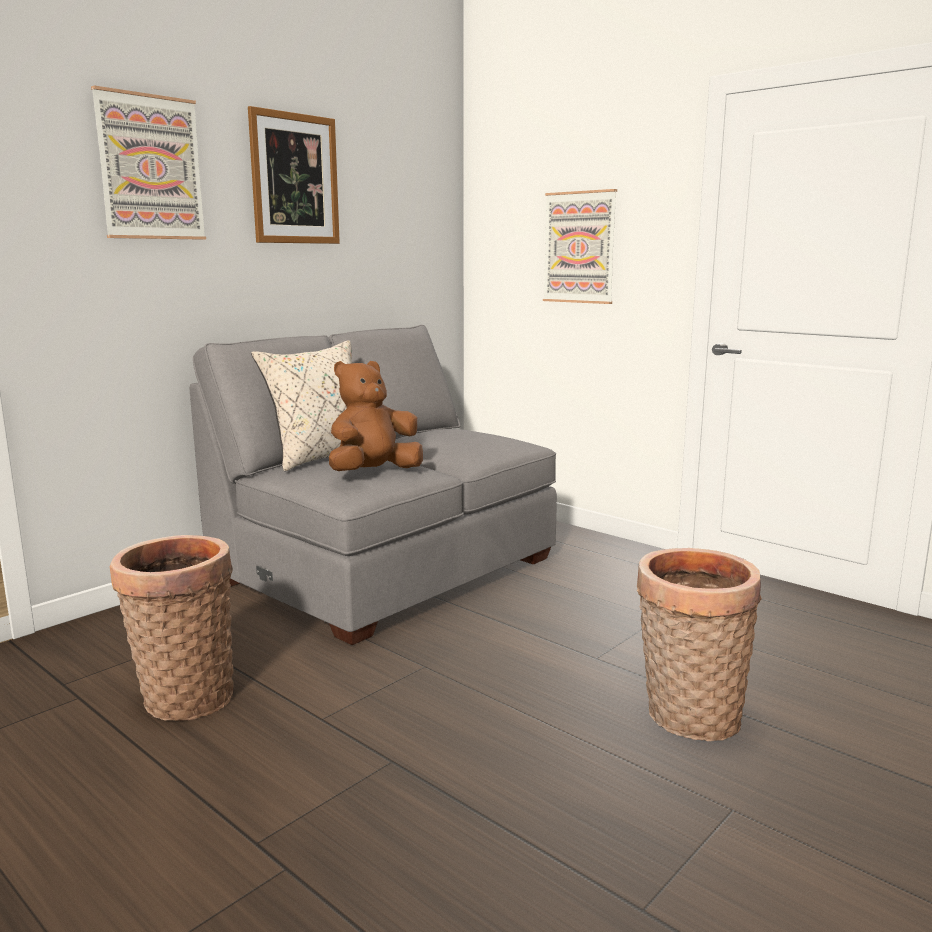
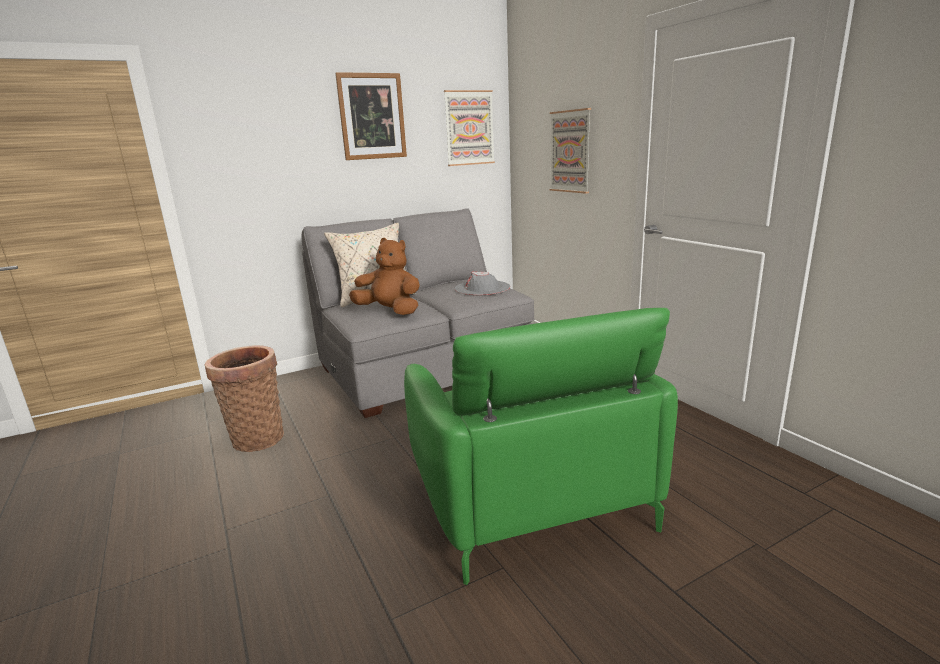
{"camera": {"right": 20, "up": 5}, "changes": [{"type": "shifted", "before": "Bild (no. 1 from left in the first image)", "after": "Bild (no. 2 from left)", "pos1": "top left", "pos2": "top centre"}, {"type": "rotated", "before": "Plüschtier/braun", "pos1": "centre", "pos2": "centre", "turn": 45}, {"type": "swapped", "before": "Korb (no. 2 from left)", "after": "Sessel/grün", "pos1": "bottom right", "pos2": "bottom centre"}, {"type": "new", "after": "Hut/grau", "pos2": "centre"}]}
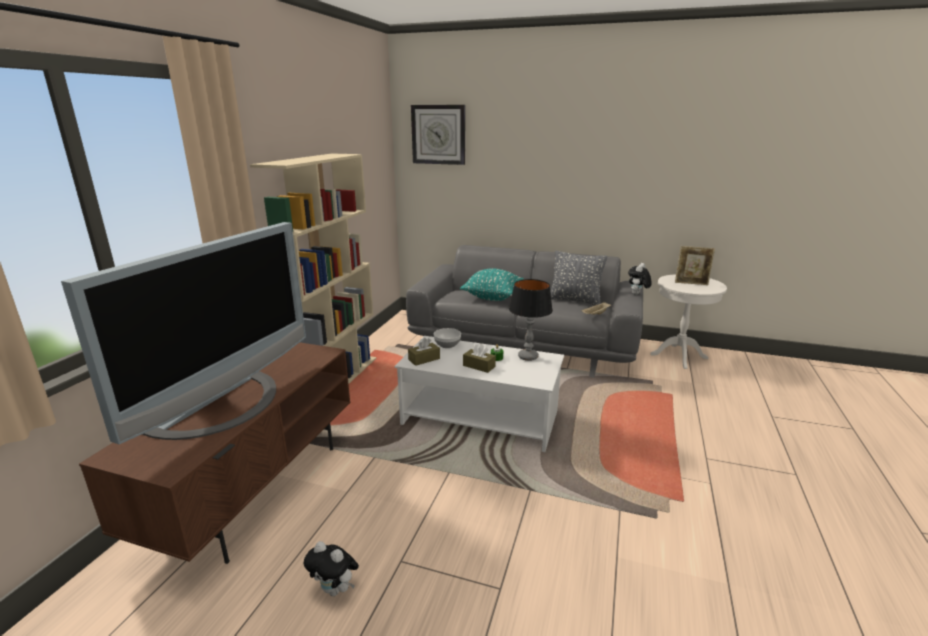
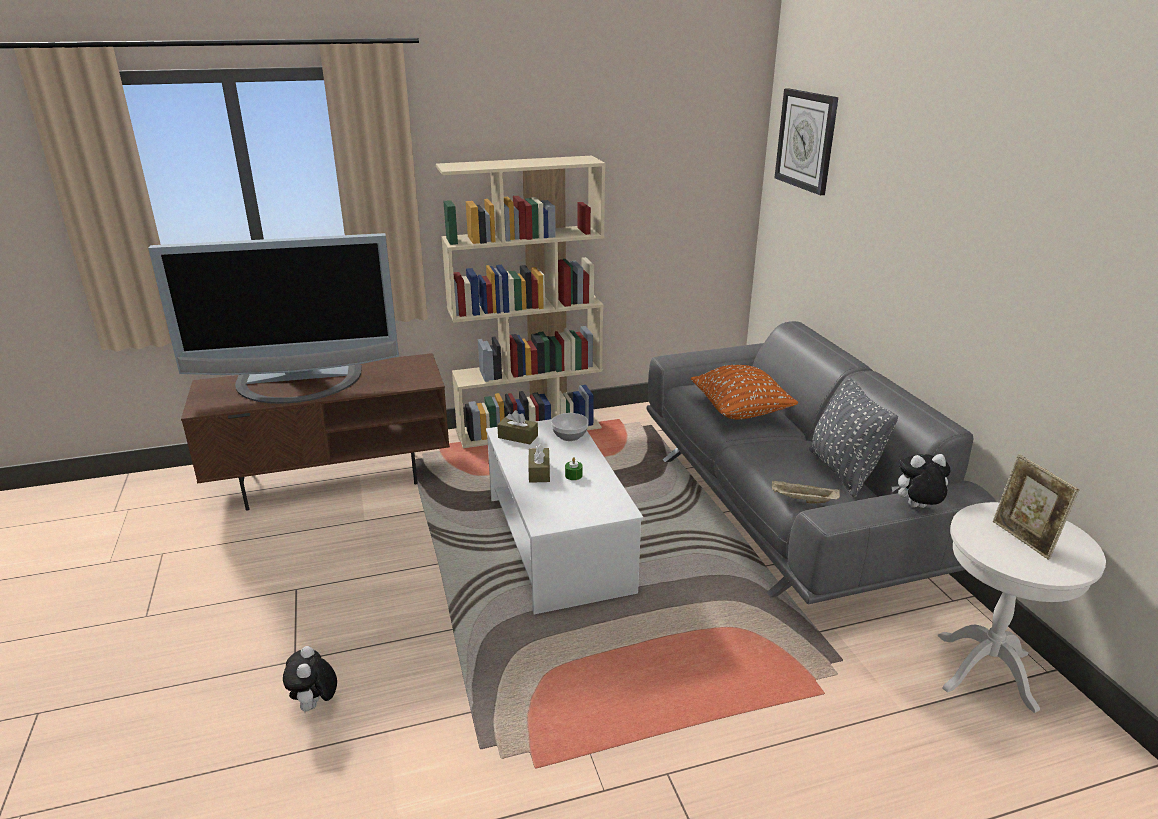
{"camera": {"right": 55, "up": 5}, "changes": [{"type": "repainted", "before": "Kissen/türkis", "after": "Kissen/orange", "pos1": "centre", "pos2": "centre"}, {"type": "gone", "before": "Tischlampe", "pos1": "centre"}, {"type": "shifted", "before": "Plüschtier (no. 1 from left)", "pos1": "bottom centre", "pos2": "bottom left"}]}
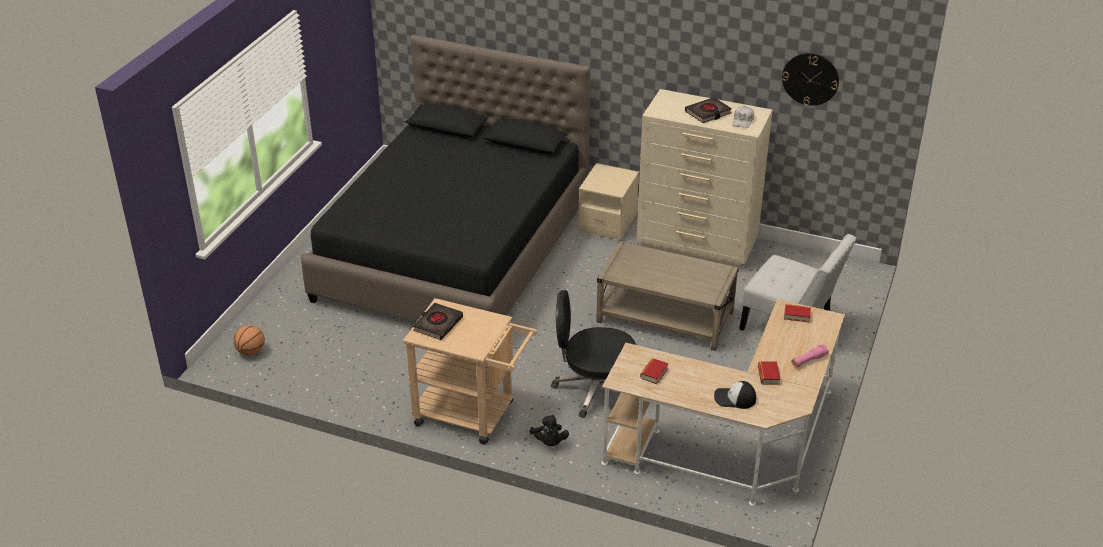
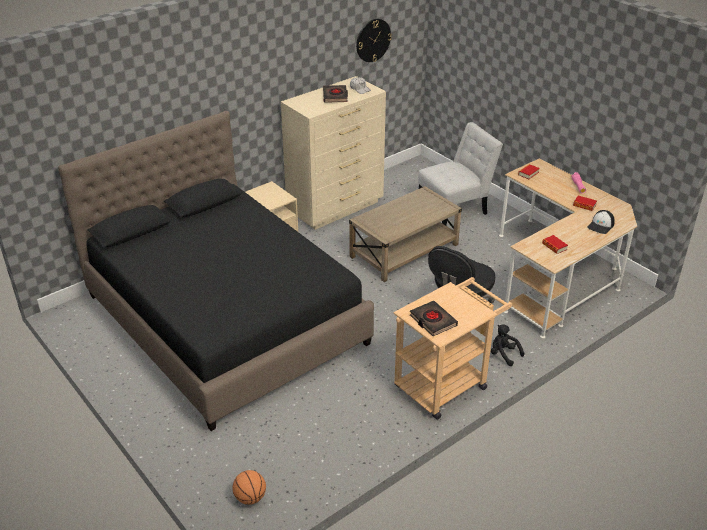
{"camera": {"right": -60, "up": 0}, "changes": [{"type": "rotated", "before": "Plüschtier/schwarz", "pos1": "bottom centre", "pos2": "middle right", "turn": -150}]}
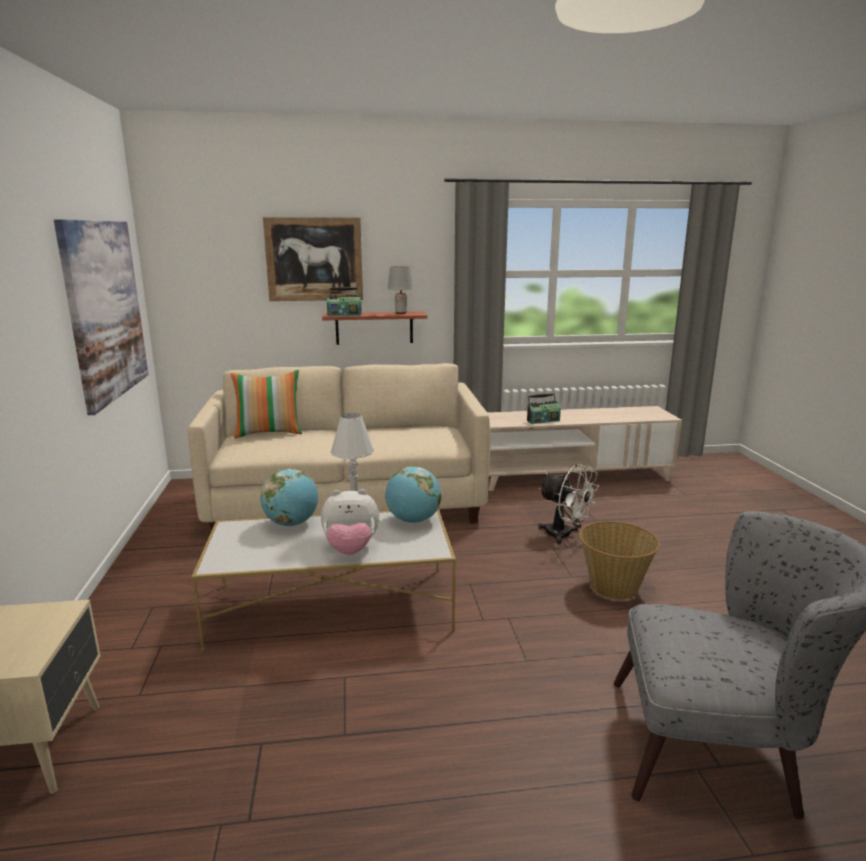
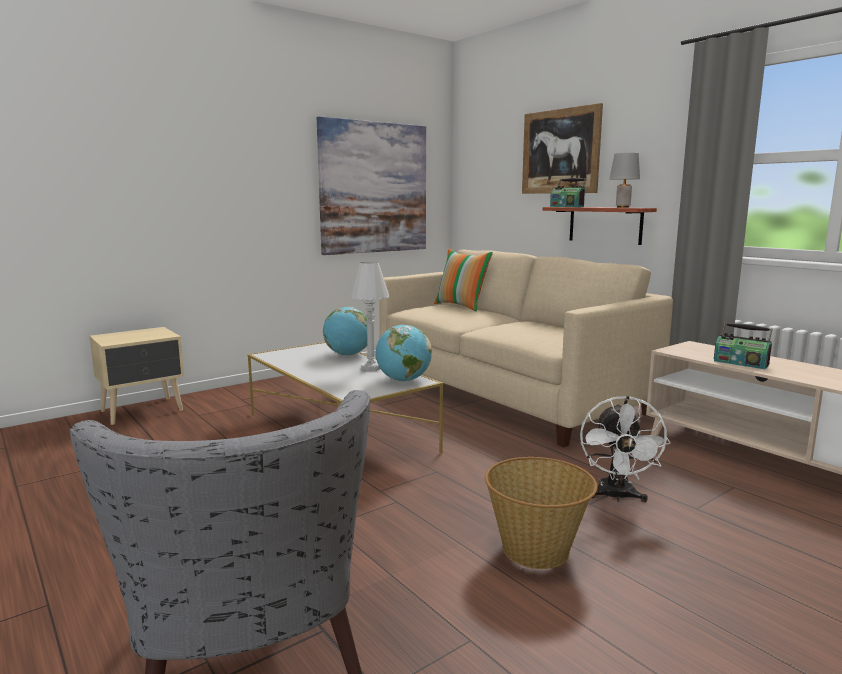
{"camera": {"right": 60, "up": -5}, "changes": [{"type": "gone", "before": "Plüschtier", "pos1": "centre"}]}
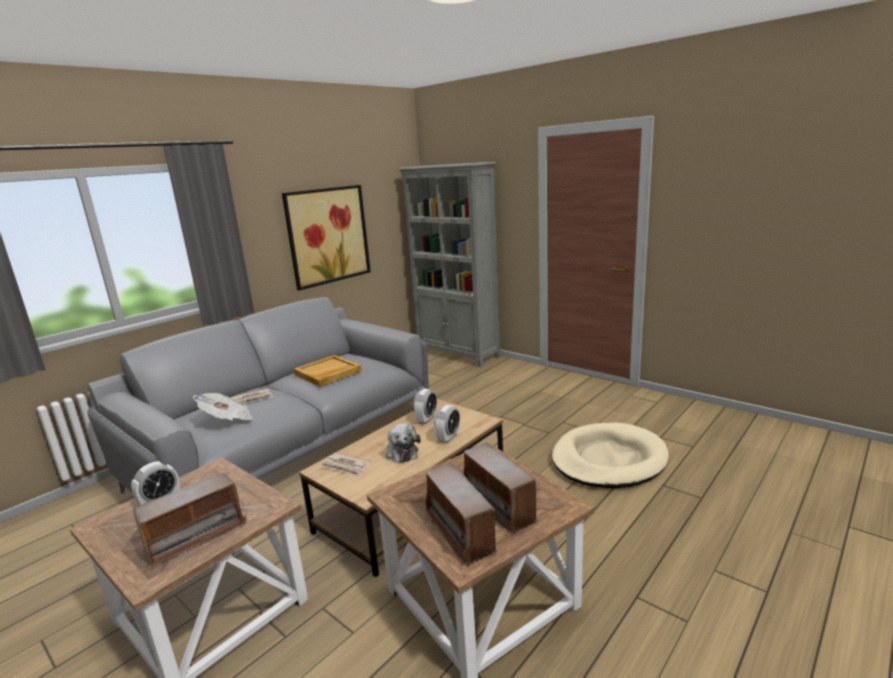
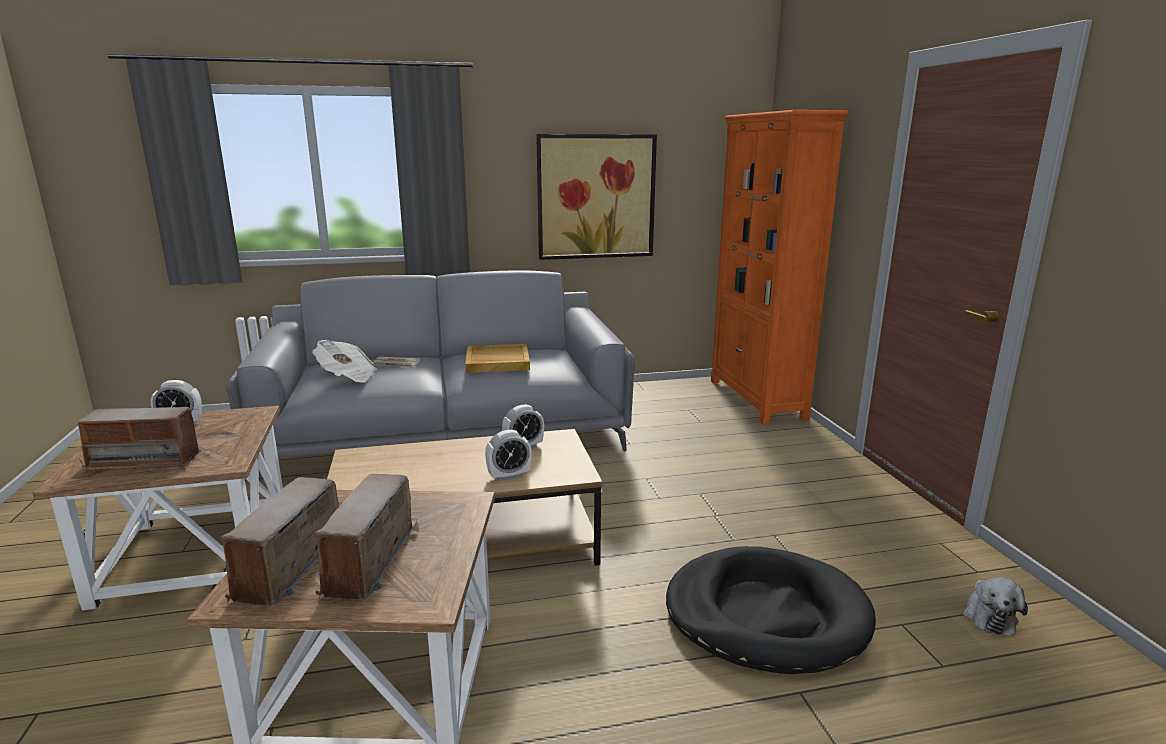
{"camera": {"right": 35, "up": 0}, "changes": [{"type": "repainted", "before": "Bücherregal/grau", "after": "Bücherregal/orange", "pos1": "centre", "pos2": "middle right"}, {"type": "shifted", "before": "Plüschtier", "pos1": "centre", "pos2": "bottom right"}, {"type": "repainted", "before": "Hundebett/beige", "after": "Hundebett/schwarz", "pos1": "bottom right", "pos2": "bottom centre"}, {"type": "gone", "before": "Zeitung (no. 3 from left)", "pos1": "bottom centre"}]}
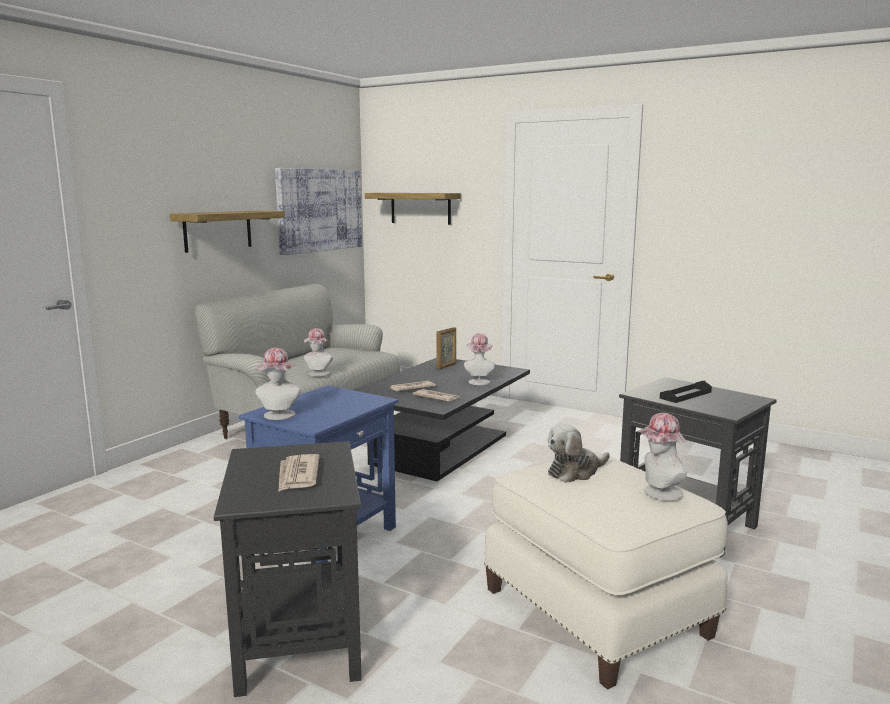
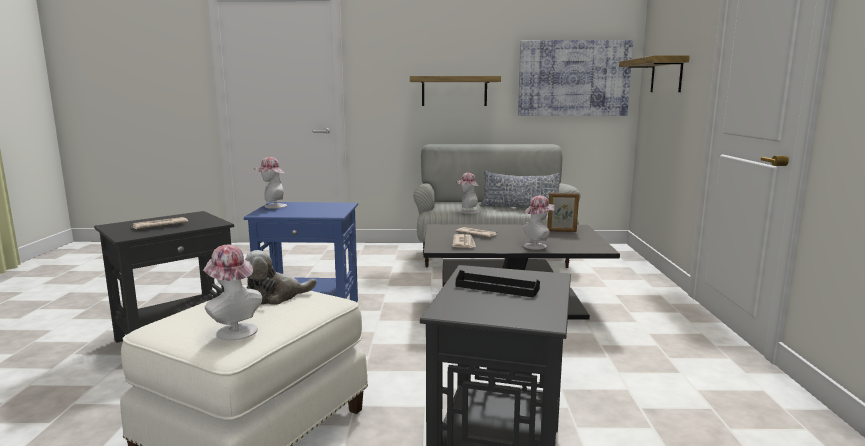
{"camera": {"right": 60, "up": 0}, "changes": [{"type": "rotated", "before": "Plüschtier", "pos1": "centre", "pos2": "middle left", "turn": -60}, {"type": "new", "after": "Kissen", "pos2": "centre"}]}
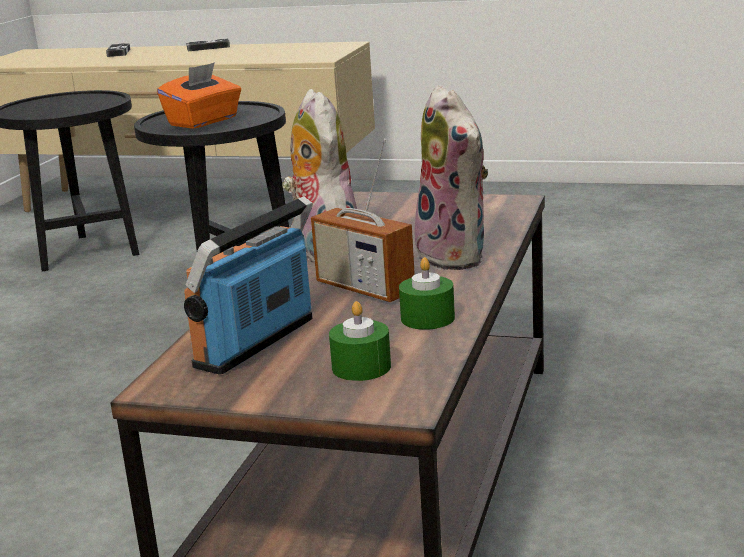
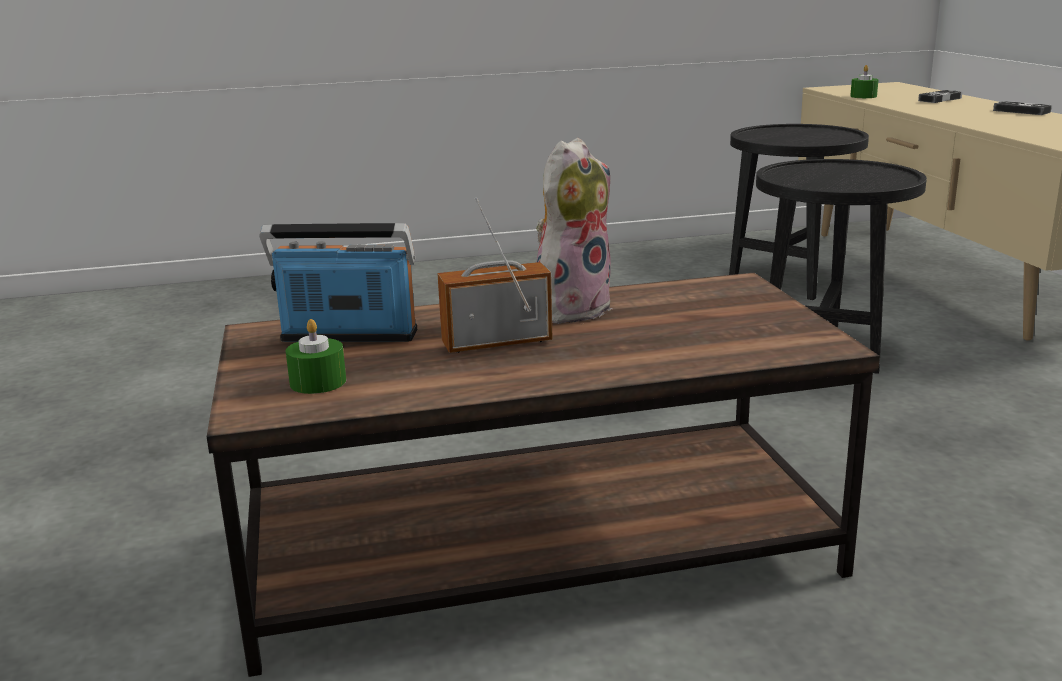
{"camera": {"right": 60, "up": 0}, "changes": [{"type": "gone", "before": "Taschentuchbox/orange", "pos1": "top left"}, {"type": "gone", "before": "Plüschtier (no. 2 from left)", "pos1": "top centre"}, {"type": "rotated", "before": "Radio (no. 2 from left)", "pos1": "centre", "pos2": "centre", "turn": 60}, {"type": "shifted", "before": "Kerze/grün (no. 2 from left)", "pos1": "centre", "pos2": "top right"}]}
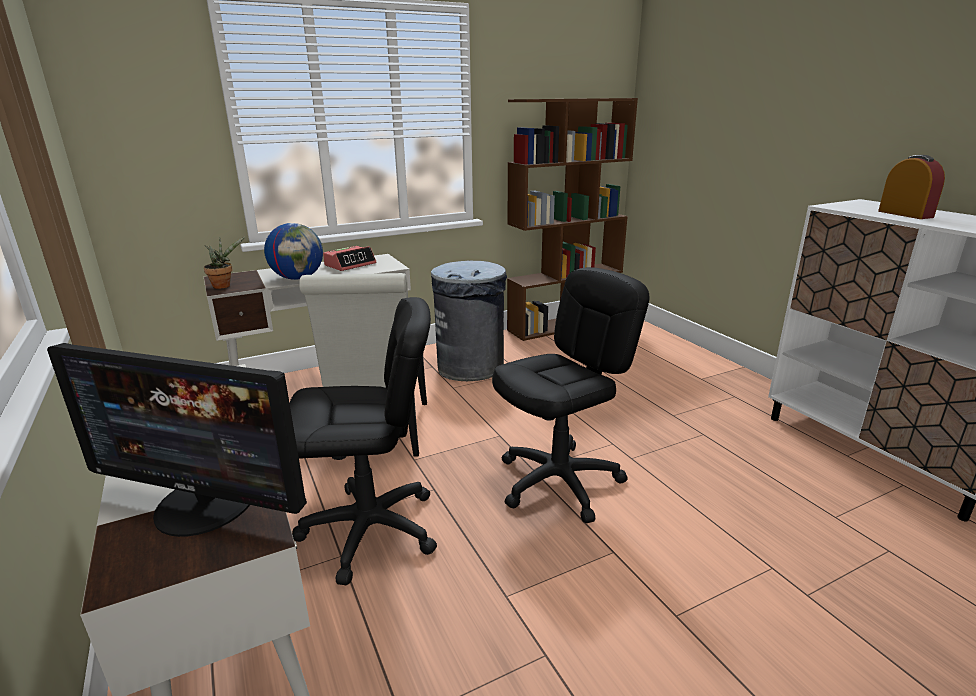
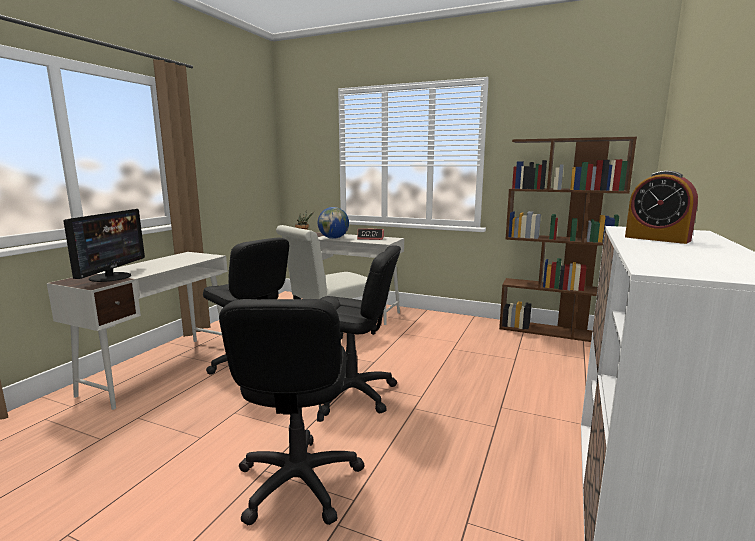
{"camera": {"right": 50, "up": -10}, "changes": [{"type": "rotated", "before": "Wecker (no. 2 from left)", "pos1": "top right", "pos2": "middle right", "turn": 105}, {"type": "gone", "before": "Mülleimer/grau", "pos1": "centre"}, {"type": "rotated", "before": "Monitor", "pos1": "middle left", "pos2": "middle left", "turn": -150}, {"type": "new", "after": "Bürostuhl/schwarz (no. 2 from left)", "pos2": "bottom centre"}]}
